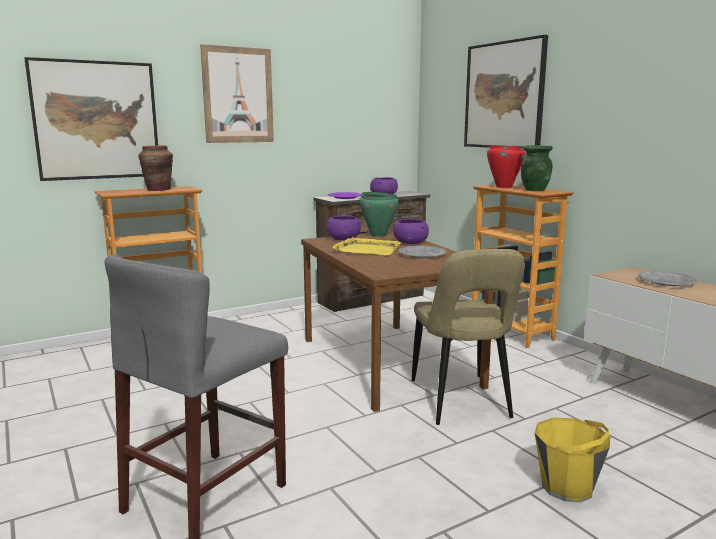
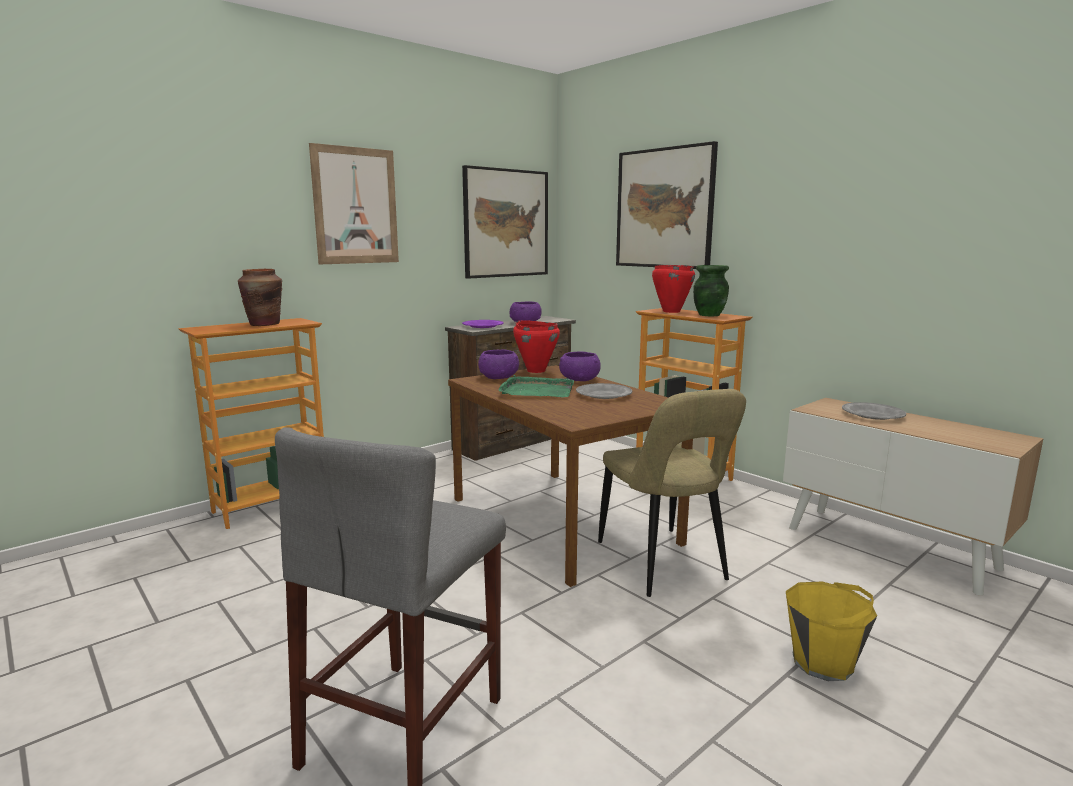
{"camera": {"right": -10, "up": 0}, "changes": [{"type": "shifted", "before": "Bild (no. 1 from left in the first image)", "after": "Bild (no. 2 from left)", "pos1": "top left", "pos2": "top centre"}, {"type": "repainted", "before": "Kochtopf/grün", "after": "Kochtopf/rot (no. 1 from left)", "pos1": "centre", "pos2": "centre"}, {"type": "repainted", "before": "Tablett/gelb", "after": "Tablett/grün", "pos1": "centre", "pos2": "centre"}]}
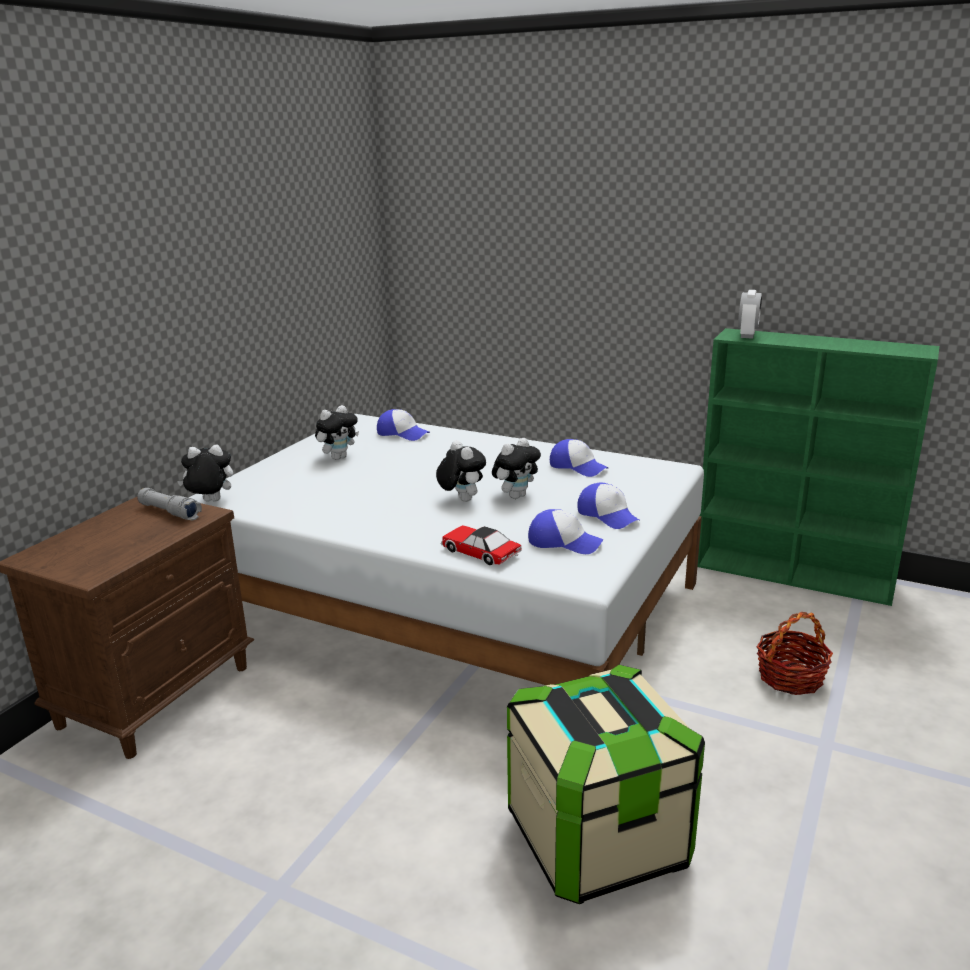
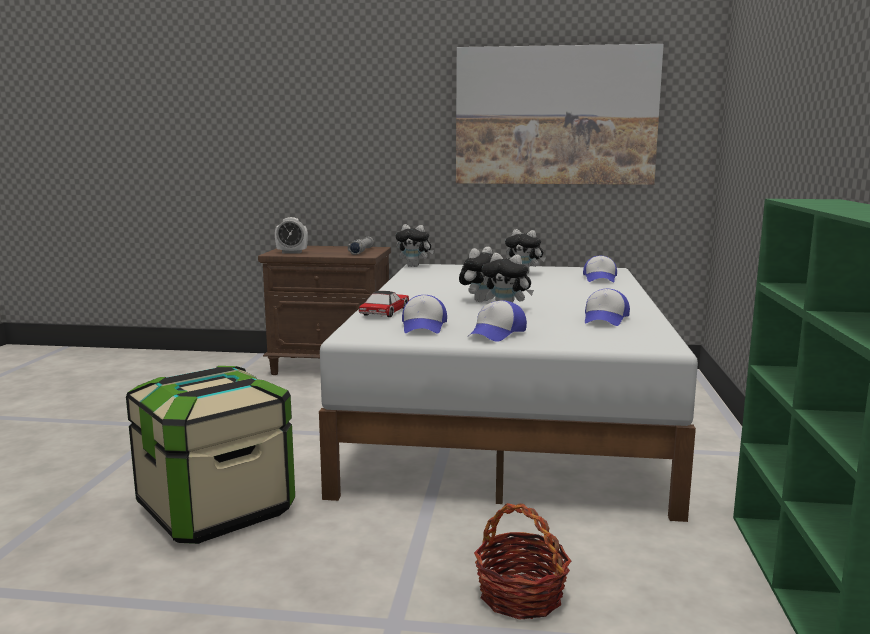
{"camera": {"right": 70, "up": -10}, "changes": [{"type": "shifted", "before": "Wecker", "pos1": "top right", "pos2": "centre"}, {"type": "rotated", "before": "Plüschtier (no. 1 from left)", "pos1": "middle left", "pos2": "centre", "turn": 135}, {"type": "new", "after": "Bild", "pos2": "top centre"}]}
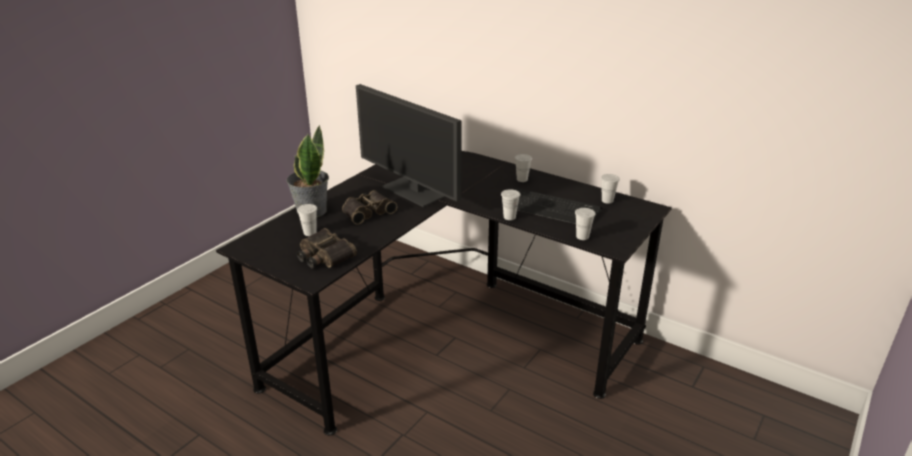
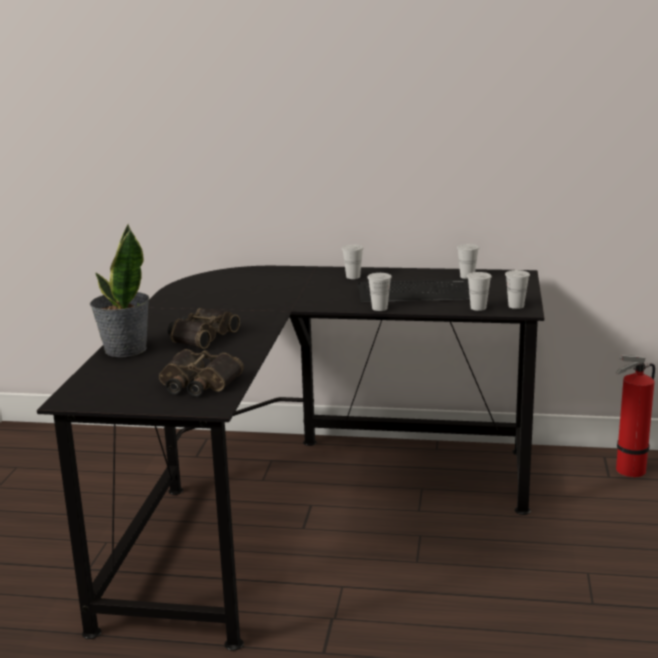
{"camera": {"right": -25, "up": -10}, "changes": [{"type": "gone", "before": "Monitor", "pos1": "top centre"}, {"type": "shifted", "before": "Tasse/weiß (no. 1 from left in the first image)", "after": "Tasse/weiß (no. 5 from left)", "pos1": "centre", "pos2": "middle right"}, {"type": "new", "after": "Feuerlöscher", "pos2": "middle right"}]}
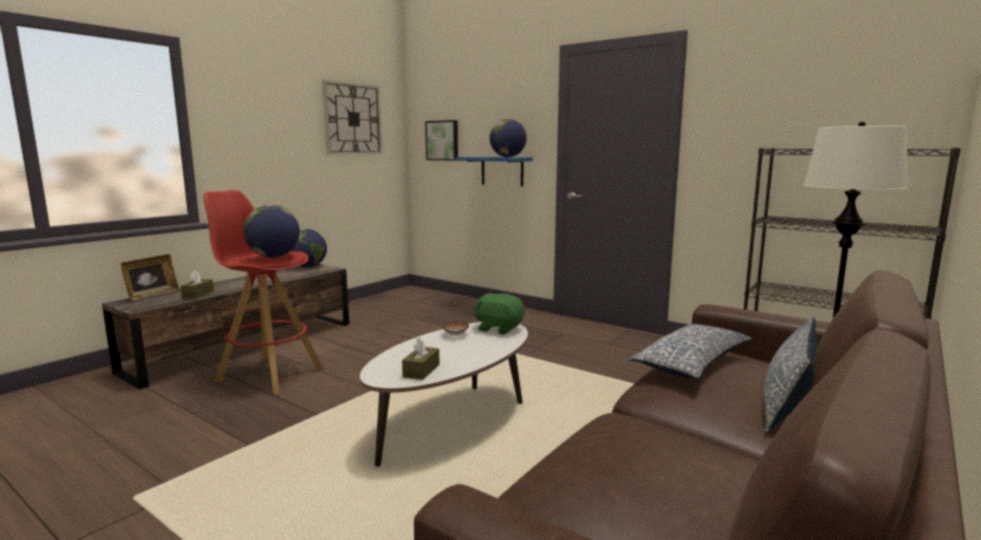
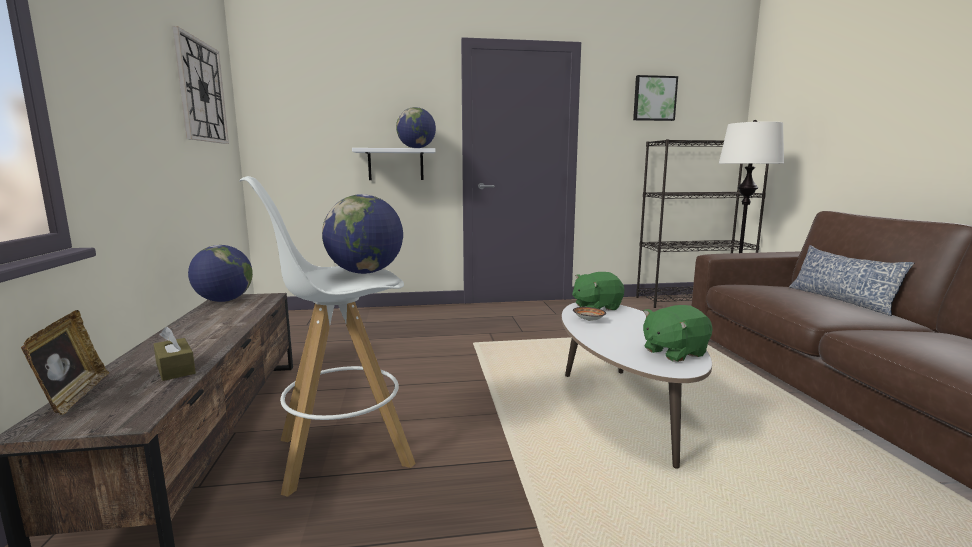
{"camera": {"right": -45, "up": 0}, "changes": [{"type": "shifted", "before": "Bild", "pos1": "top centre", "pos2": "top right"}, {"type": "repainted", "before": "Wandregal/blau", "after": "Wandregal/weiß", "pos1": "top centre", "pos2": "top centre"}, {"type": "repainted", "before": "Hocker/rot", "after": "Hocker/weiß", "pos1": "middle left", "pos2": "centre"}, {"type": "gone", "before": "Kissen (no. 1 from left)", "pos1": "middle right"}, {"type": "swapped", "before": "Taschentuchbox/braun (no. 2 from left)", "after": "Plüschtier/grün (no. 2 from left)", "pos1": "centre", "pos2": "middle right"}]}
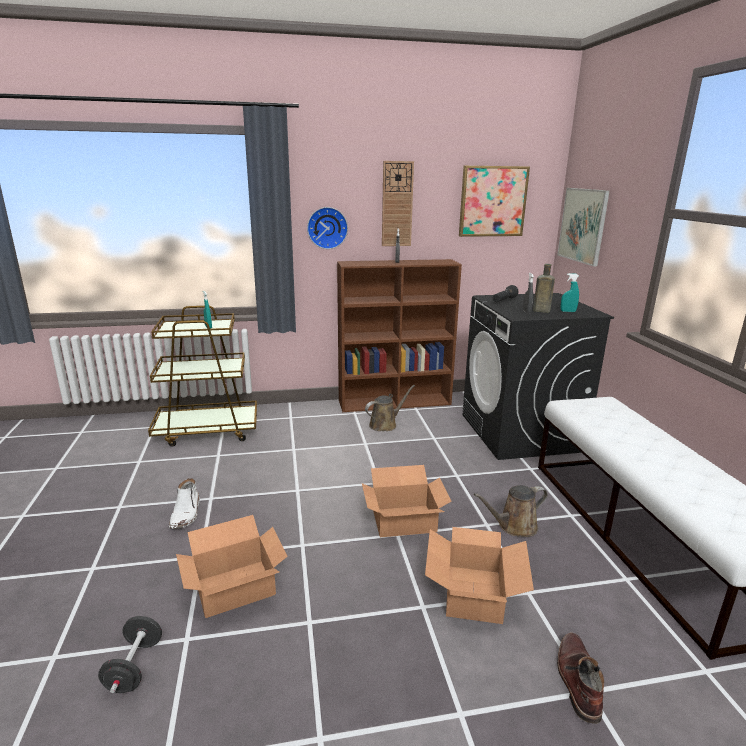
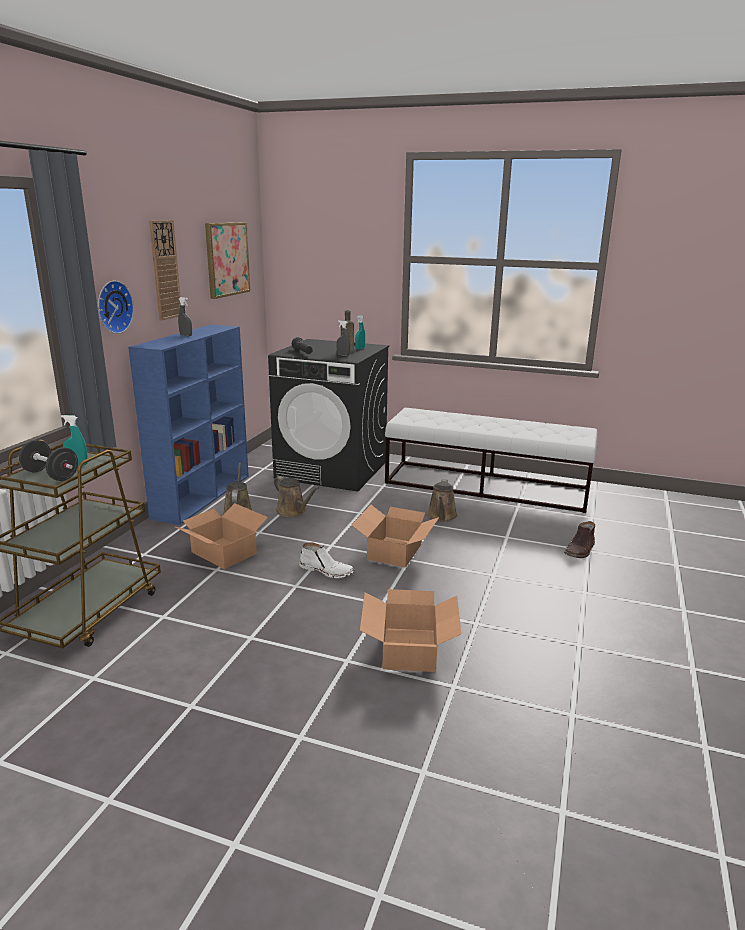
{"camera": {"right": -60, "up": 0}, "changes": [{"type": "gone", "before": "Bild (no. 2 from left)", "pos1": "top right"}, {"type": "repainted", "before": "Bücherregal/braun", "after": "Bücherregal/blau", "pos1": "centre", "pos2": "middle left"}, {"type": "shifted", "before": "Stiefel/weiß", "pos1": "bottom left", "pos2": "centre"}, {"type": "shifted", "before": "Karton (no. 3 from left in the first image)", "after": "Karton (no. 1 from left)", "pos1": "bottom centre", "pos2": "middle left"}, {"type": "shifted", "before": "Hantel/schwarz", "pos1": "bottom left", "pos2": "middle left"}, {"type": "rotated", "before": "Stiefel/braun", "pos1": "bottom right", "pos2": "middle right", "turn": -90}, {"type": "new", "after": "Gießkanne/braun (no. 2 from left)", "pos2": "centre"}]}
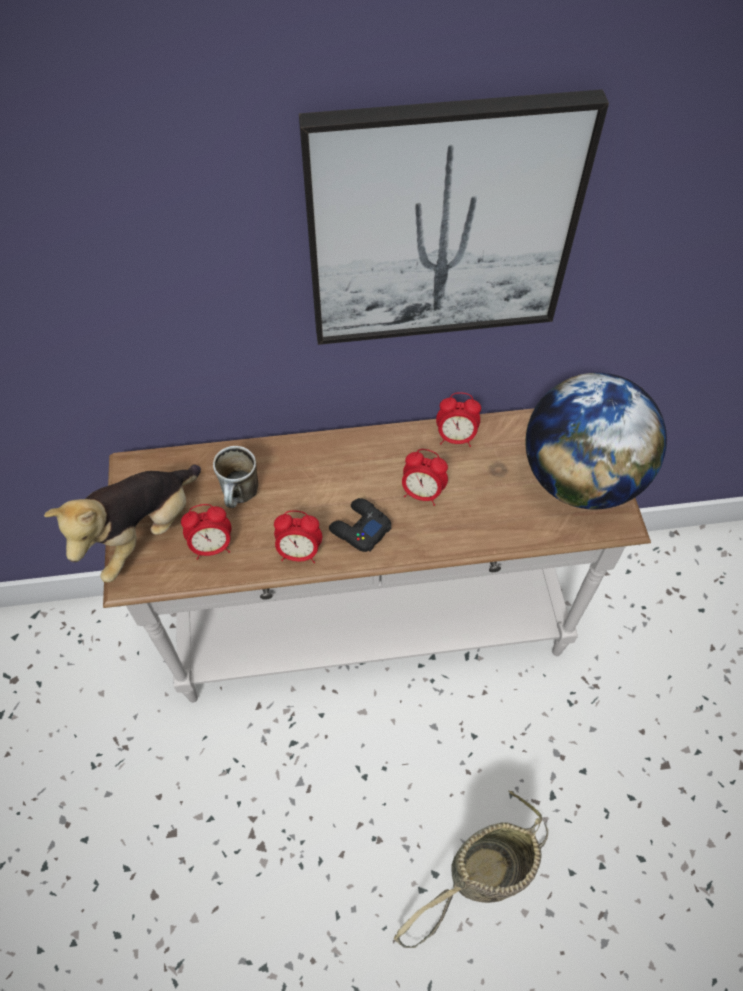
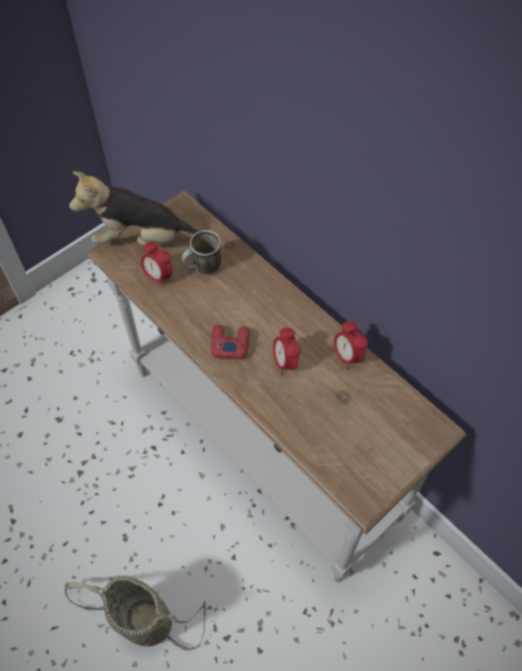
{"camera": {"right": 55, "up": 0}, "changes": [{"type": "gone", "before": "Bild", "pos1": "top centre"}, {"type": "gone", "before": "Globus", "pos1": "middle right"}, {"type": "repainted", "before": "Gamepad/schwarz", "after": "Gamepad/rot", "pos1": "centre", "pos2": "centre"}, {"type": "gone", "before": "Wecker (no. 2 from left)", "pos1": "centre"}]}
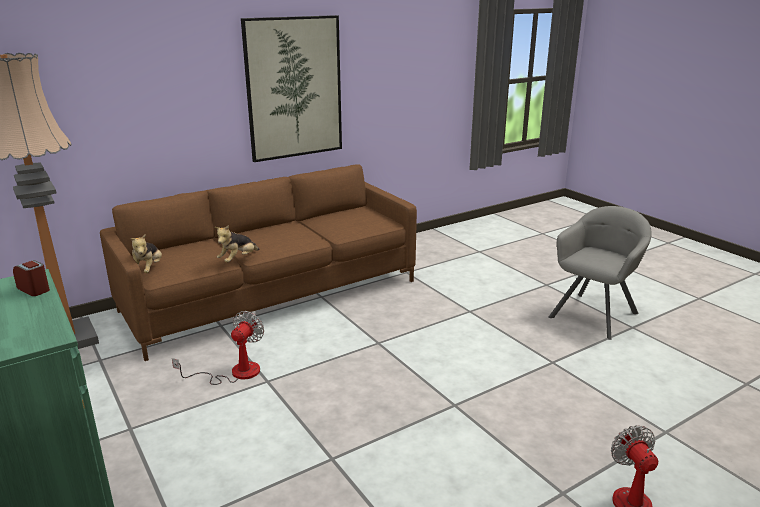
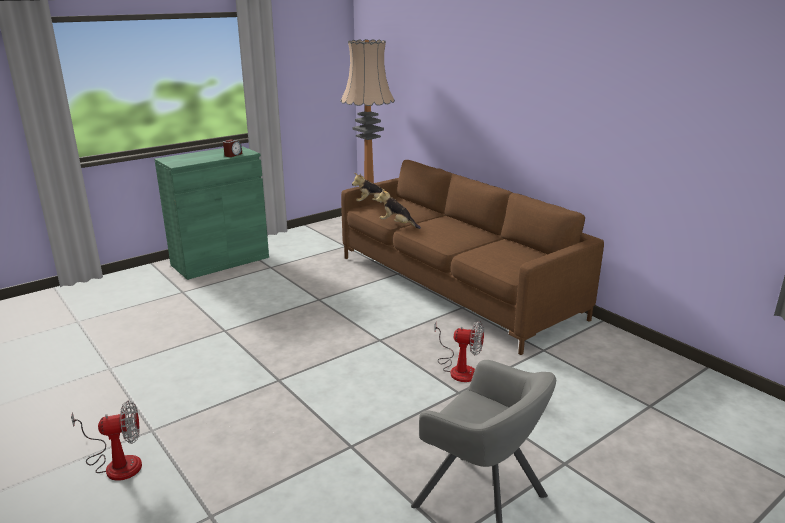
{"camera": {"right": 85, "up": 0}, "changes": [{"type": "gone", "before": "Bild", "pos1": "top centre"}, {"type": "shifted", "before": "Ventilator (no. 1 from left in the first image)", "after": "Ventilator (no. 2 from left)", "pos1": "bottom left", "pos2": "bottom centre"}]}
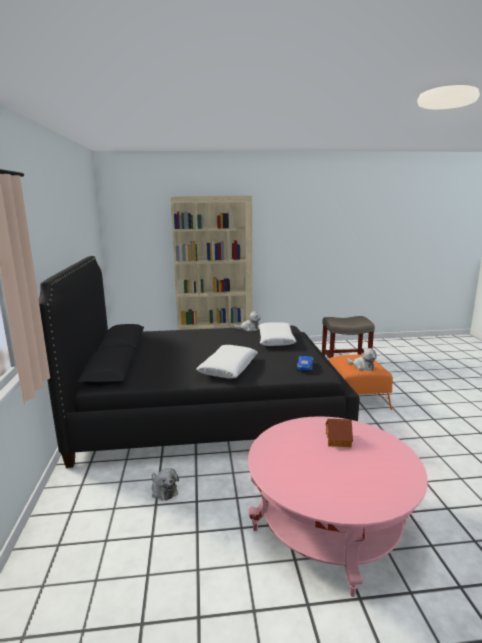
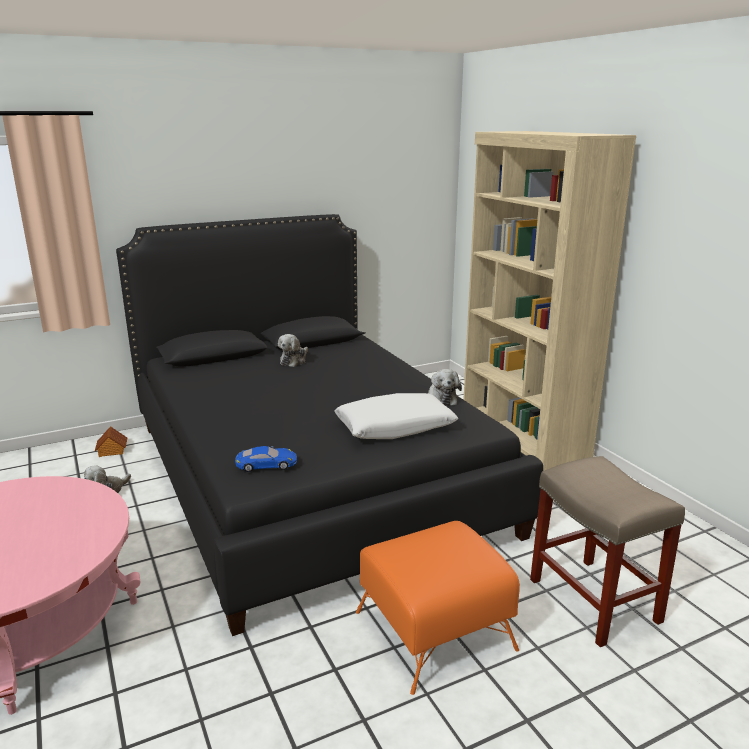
{"camera": {"right": 70, "up": 5}, "changes": [{"type": "gone", "before": "Kissen/weiß (no. 1 from left)", "pos1": "centre"}, {"type": "shifted", "before": "Plüschtier (no. 3 from left in the first image)", "after": "Plüschtier (no. 2 from left)", "pos1": "middle right", "pos2": "centre"}, {"type": "shifted", "before": "Spielzeughaus", "pos1": "bottom right", "pos2": "middle left"}]}
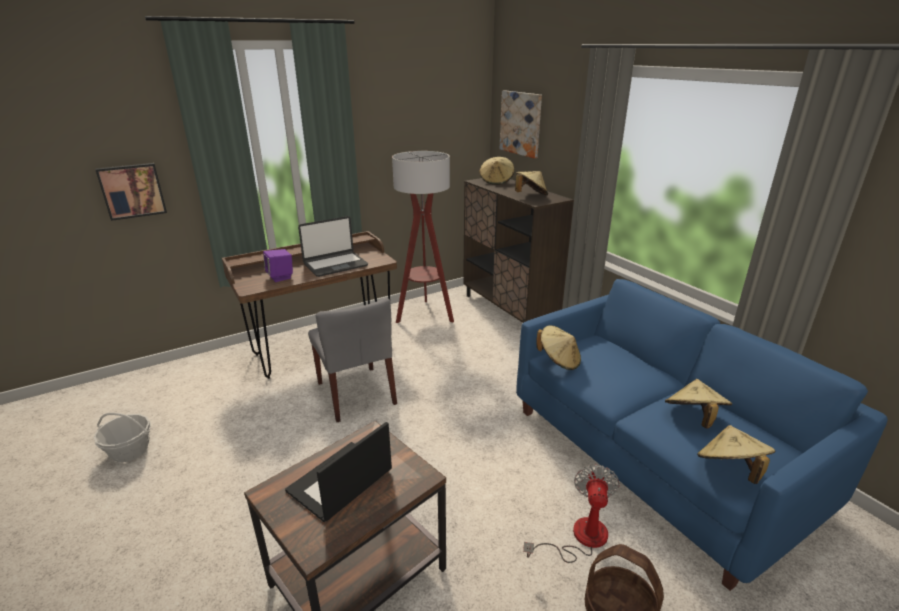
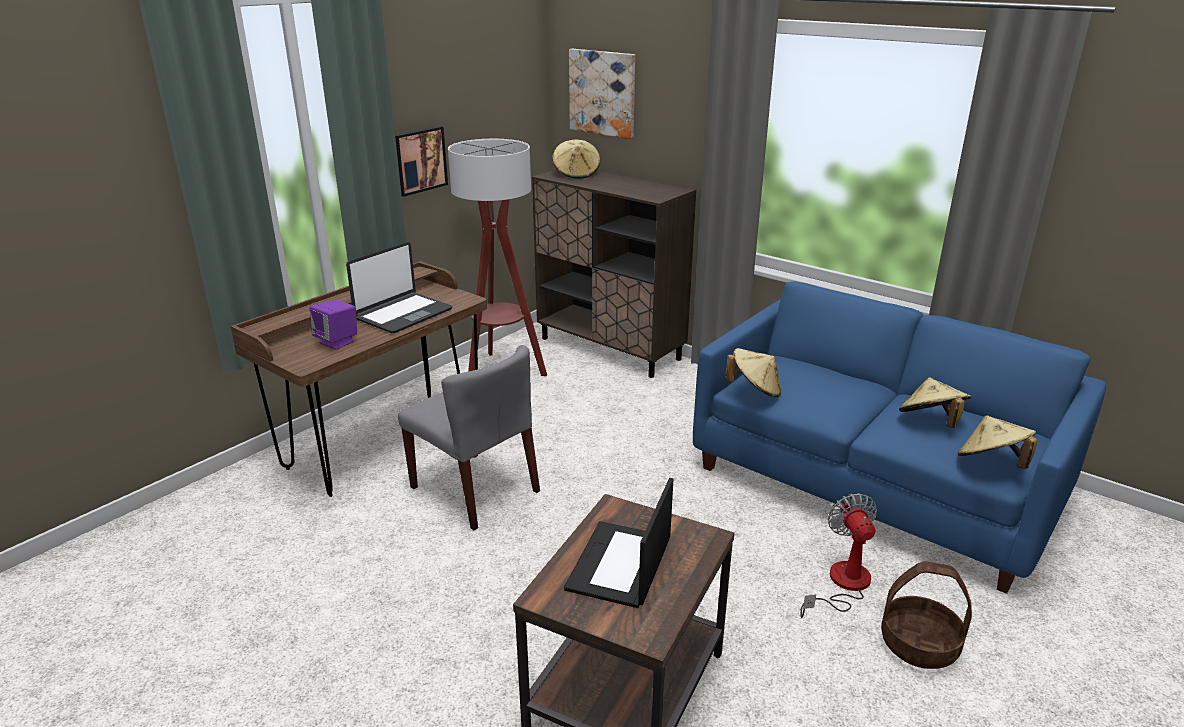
{"camera": {"right": -20, "up": 0}, "changes": [{"type": "shifted", "before": "Bild (no. 1 from left)", "pos1": "top left", "pos2": "top centre"}, {"type": "gone", "before": "Hut/beige (no. 2 from left)", "pos1": "top centre"}, {"type": "gone", "before": "Korb (no. 1 from left)", "pos1": "bottom left"}]}
